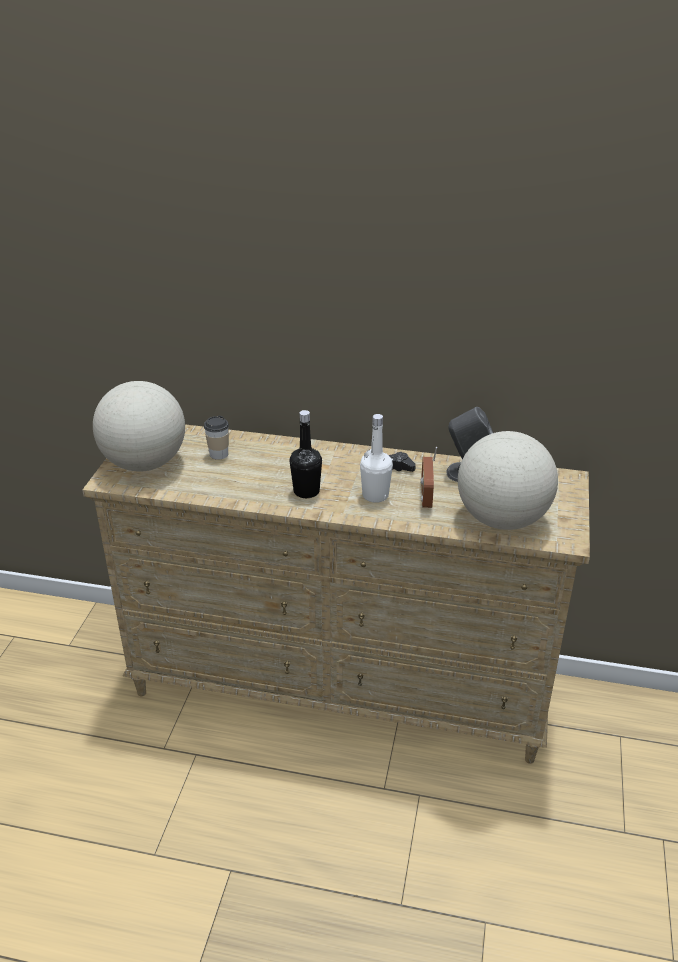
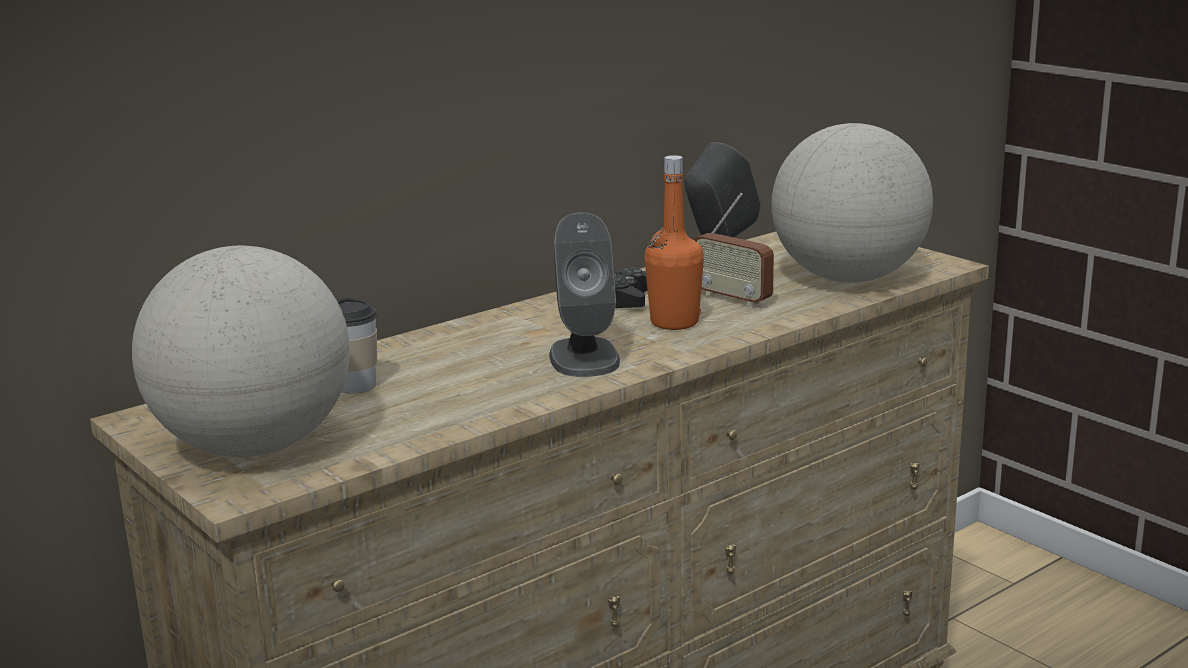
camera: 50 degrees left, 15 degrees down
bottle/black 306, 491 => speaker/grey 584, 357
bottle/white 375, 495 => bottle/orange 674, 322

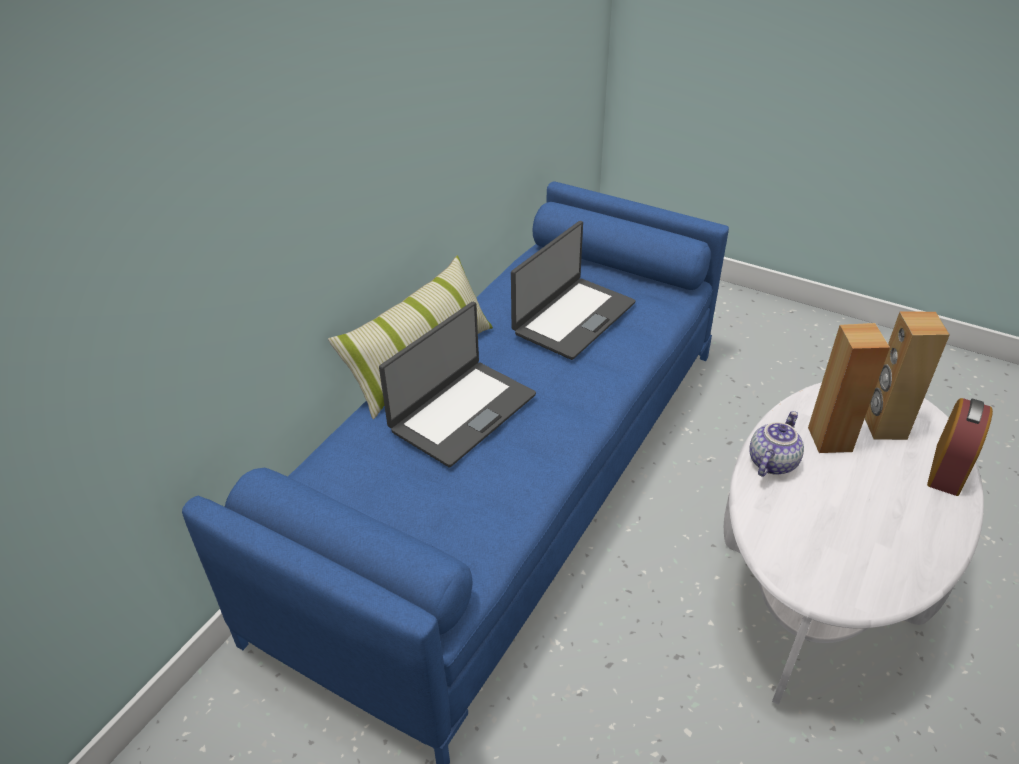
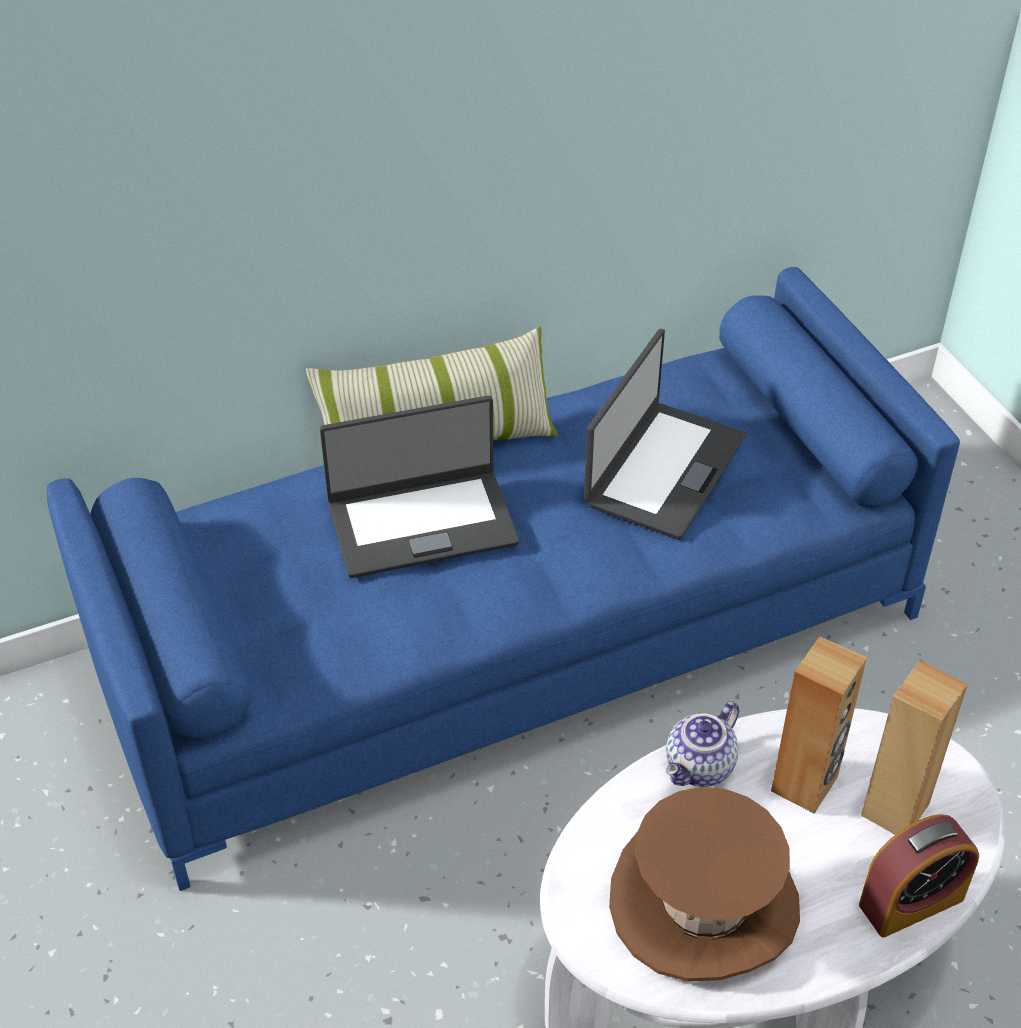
camera: 35 degrees right, 5 degrees up
laptop 572, 317 => laptop 663, 470, 45 degrees counterclockwise
teapot 771, 461 => teapot 700, 768, 150 degrees clockwise
nothing => hat/brown 703, 903

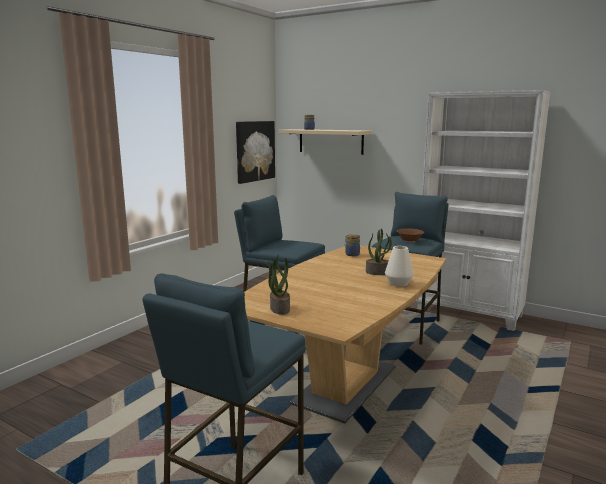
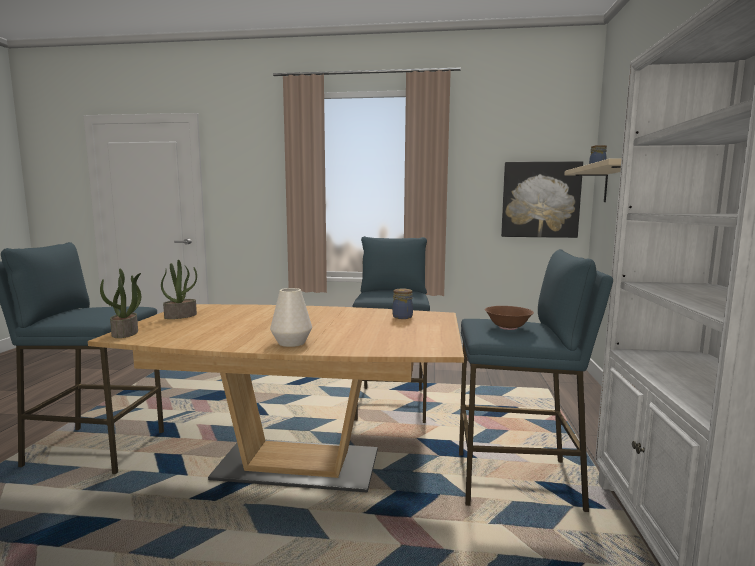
camera: 65 degrees right, 5 degrees down
potted plant 378, 272 => potted plant 125, 333, moved

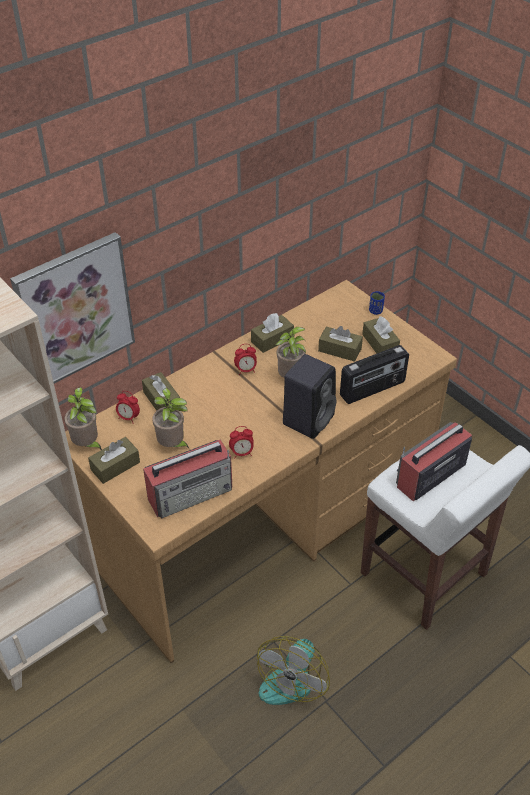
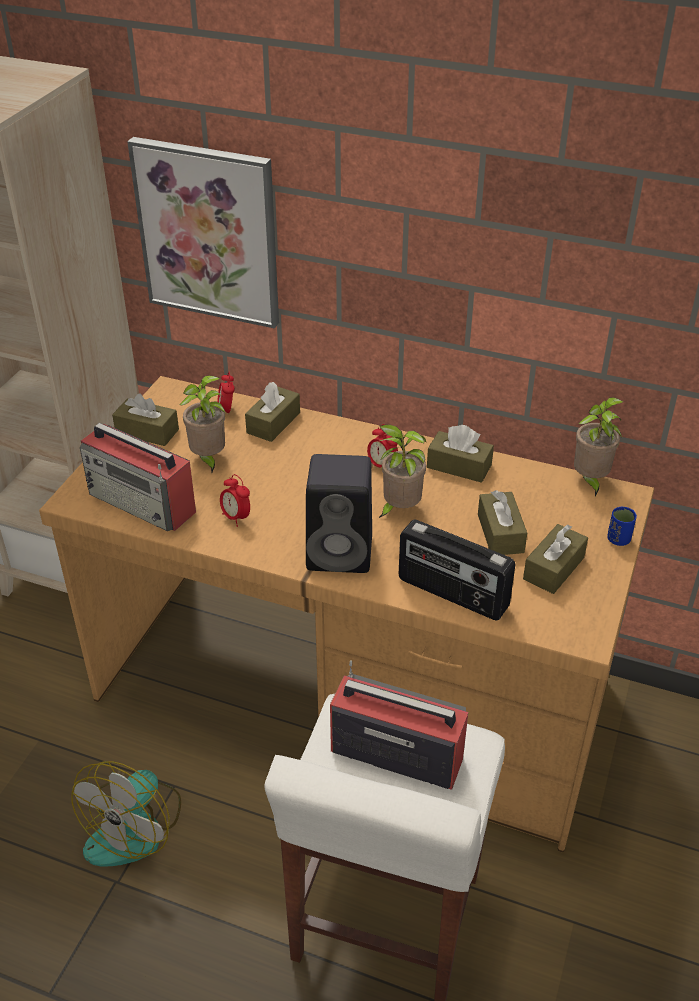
camera: 60 degrees right, 5 degrees down
potted plant 87, 445 => potted plant 590, 481, moved
fan 291, 675 => fan 135, 826, 60 degrees counterclockwise

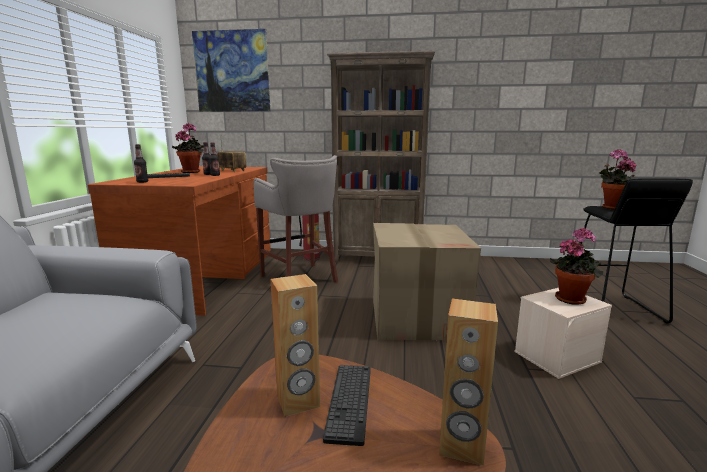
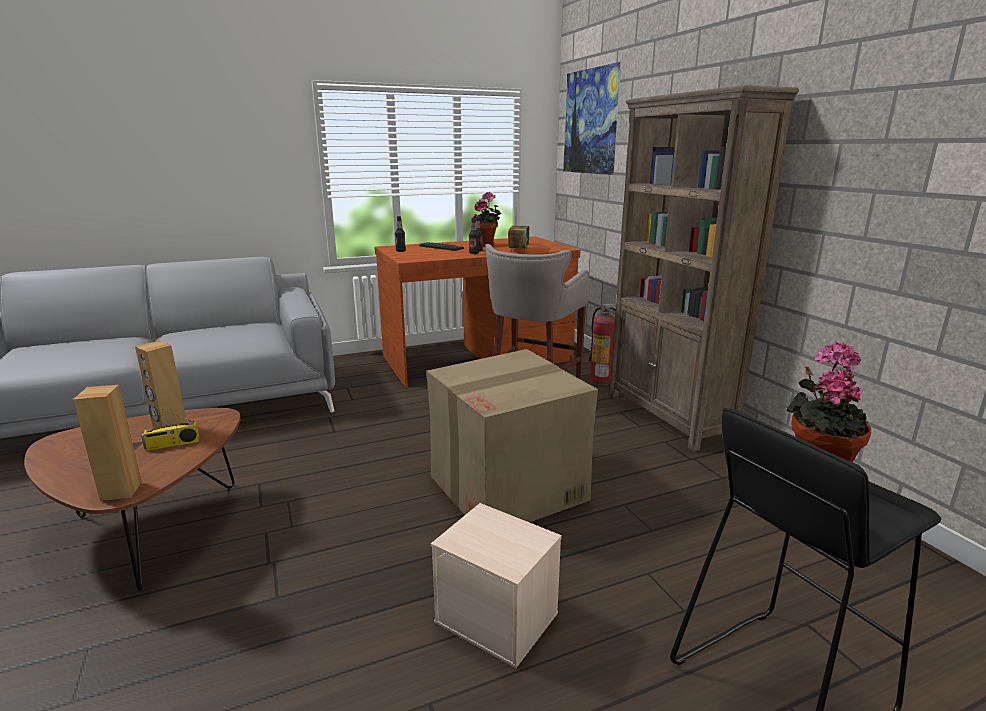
camera: 60 degrees right, 5 degrees up
keyboard 349, 401 => radio 172, 444
potted plant 572, 298 => nothing

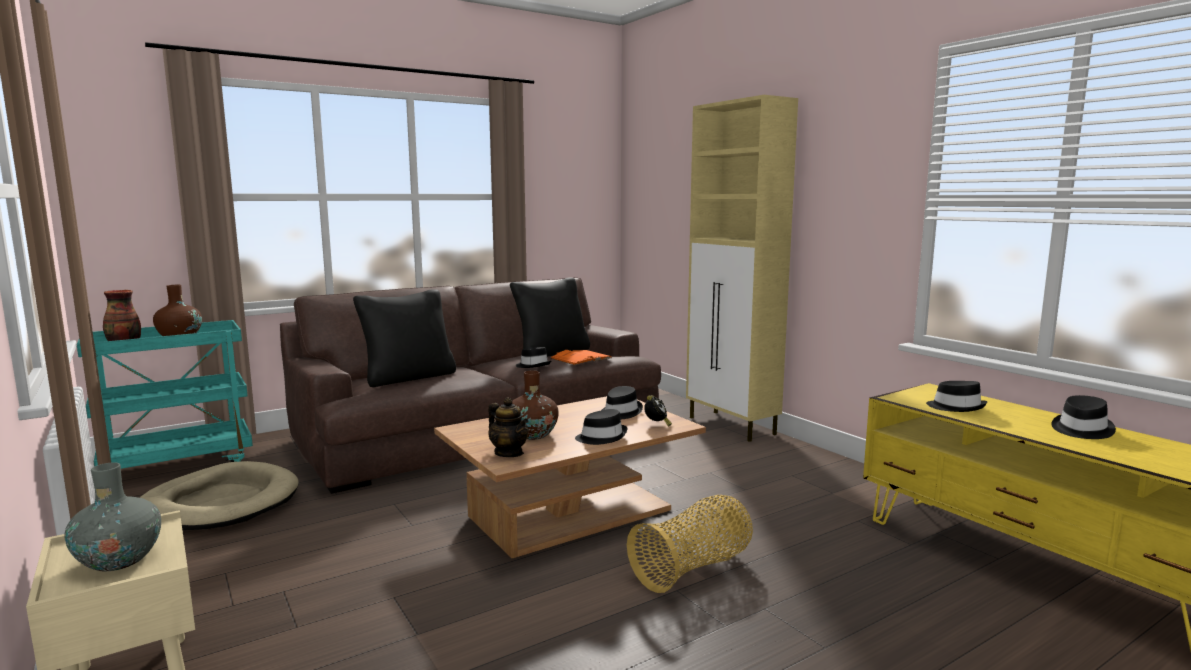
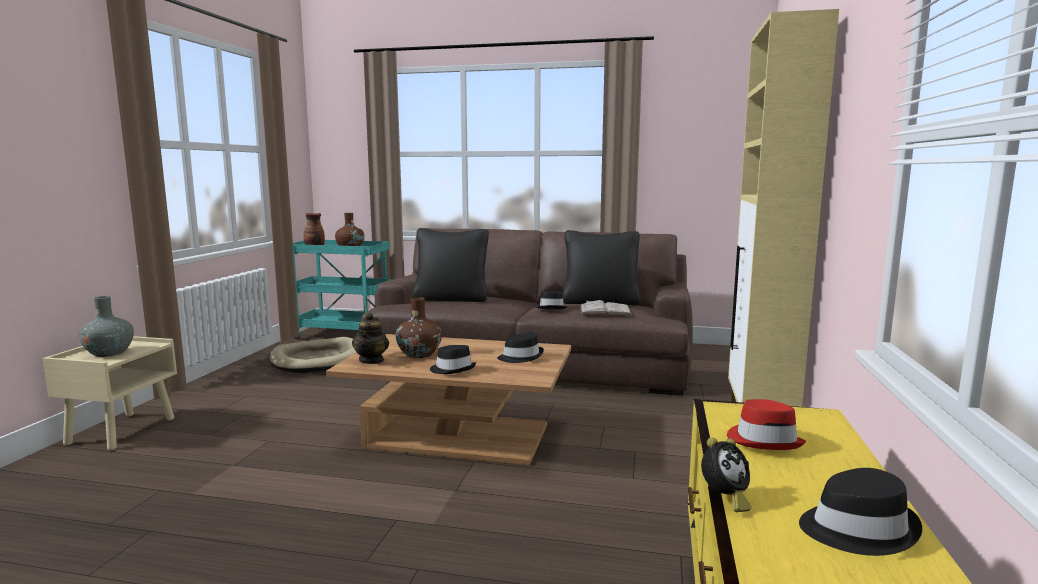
camera: 45 degrees right, 0 degrees up
book/orange 581, 358 => book/white 605, 310
basket 693, 568 => nothing
alarm clock 657, 425 => alarm clock 724, 500, moved
hat/black 956, 407 => hat/red 764, 440

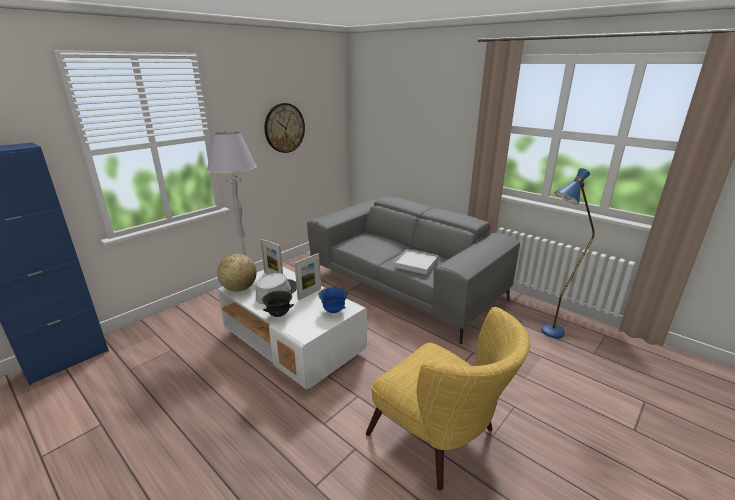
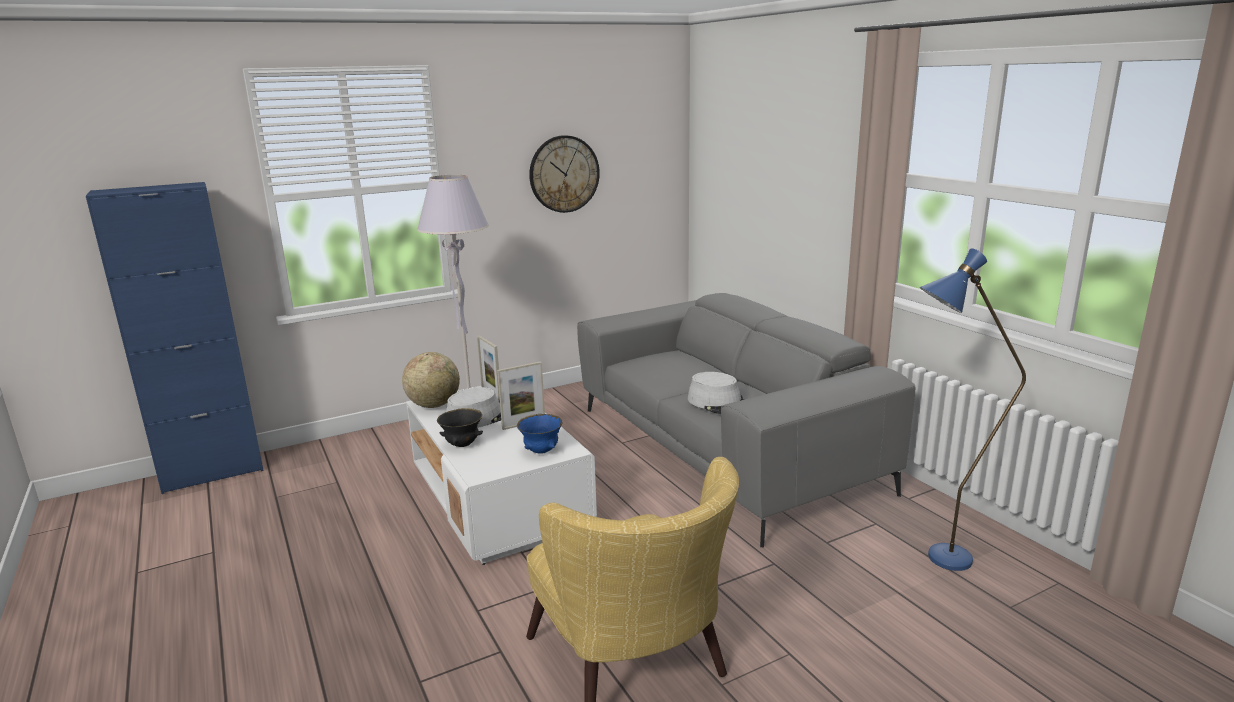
camera: 20 degrees right, 5 degrees down
tray/white 415, 263 => hat/grey 719, 402

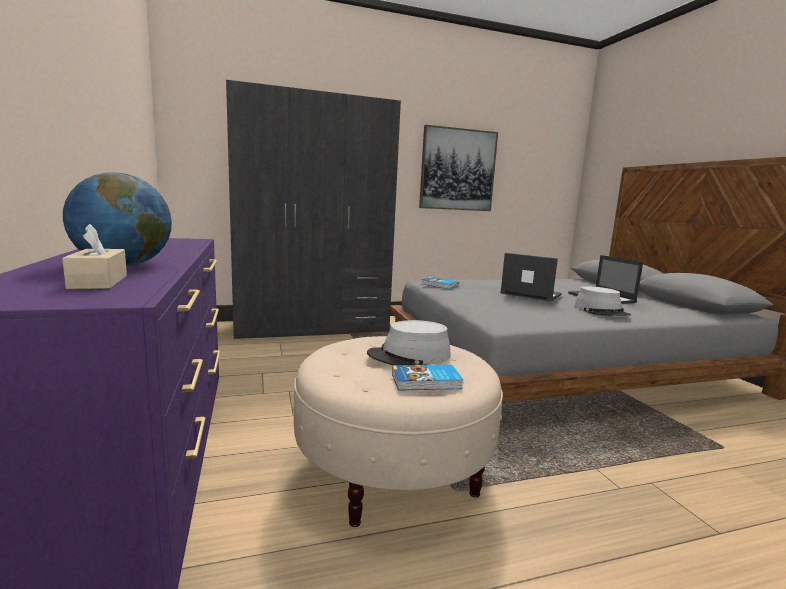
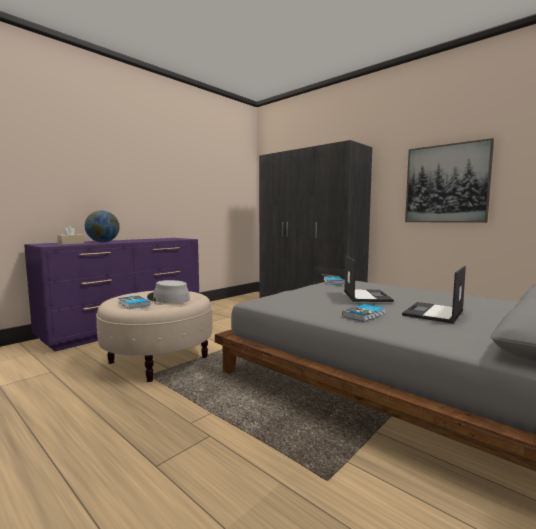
camera: 60 degrees right, 5 degrees down
hat/grey 601, 311 => book 365, 315

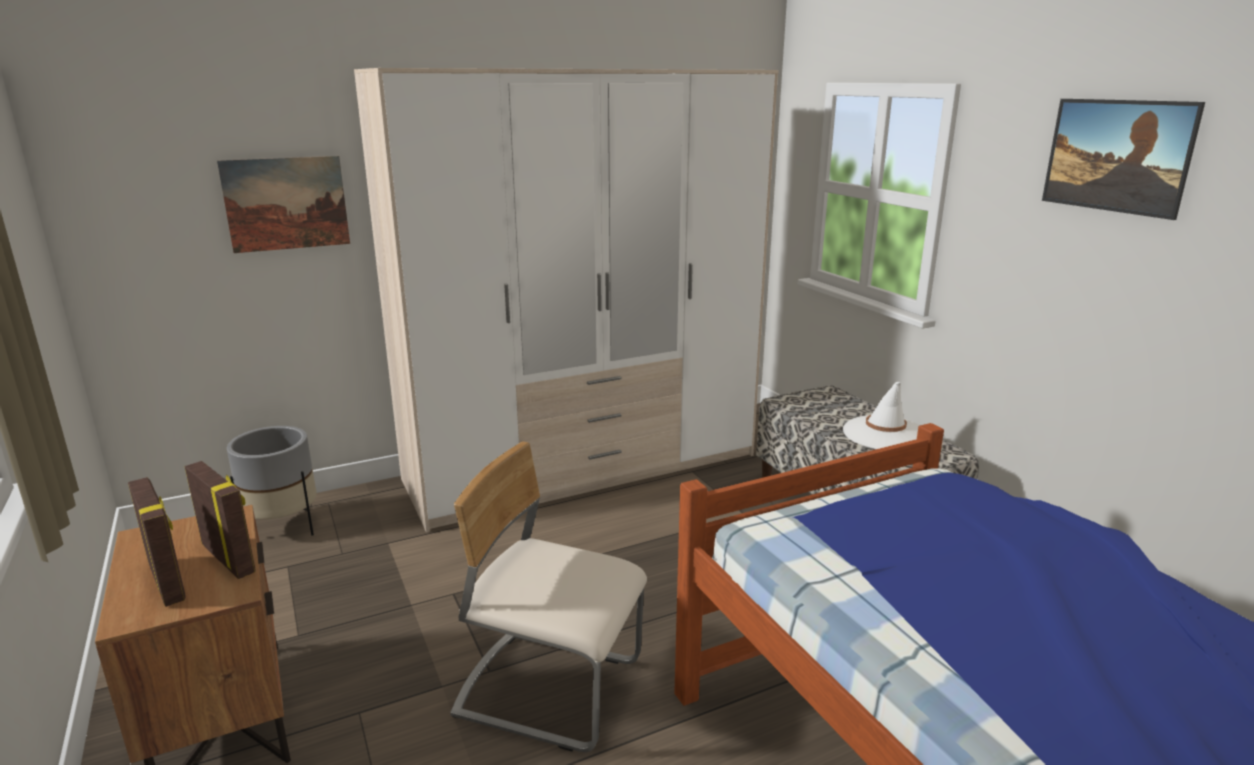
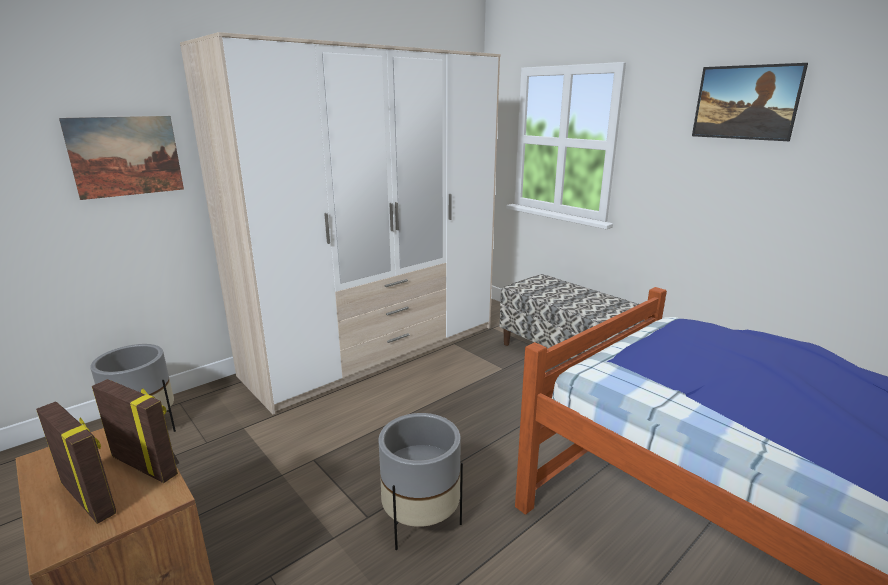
camera: 15 degrees left, 0 degrees up
chair/beige 550, 689 => planter/grey 421, 522
hat/white 884, 434 => nothing

